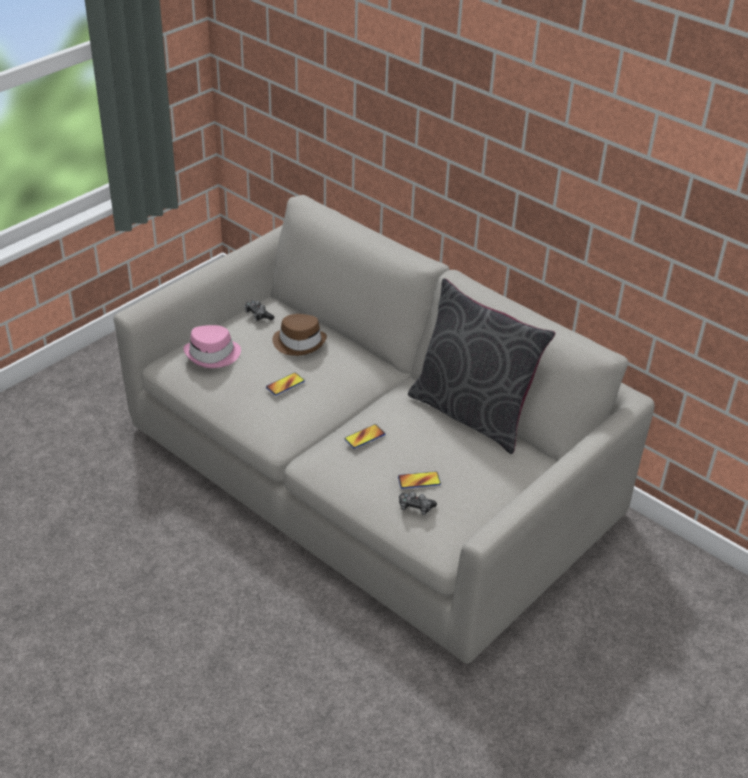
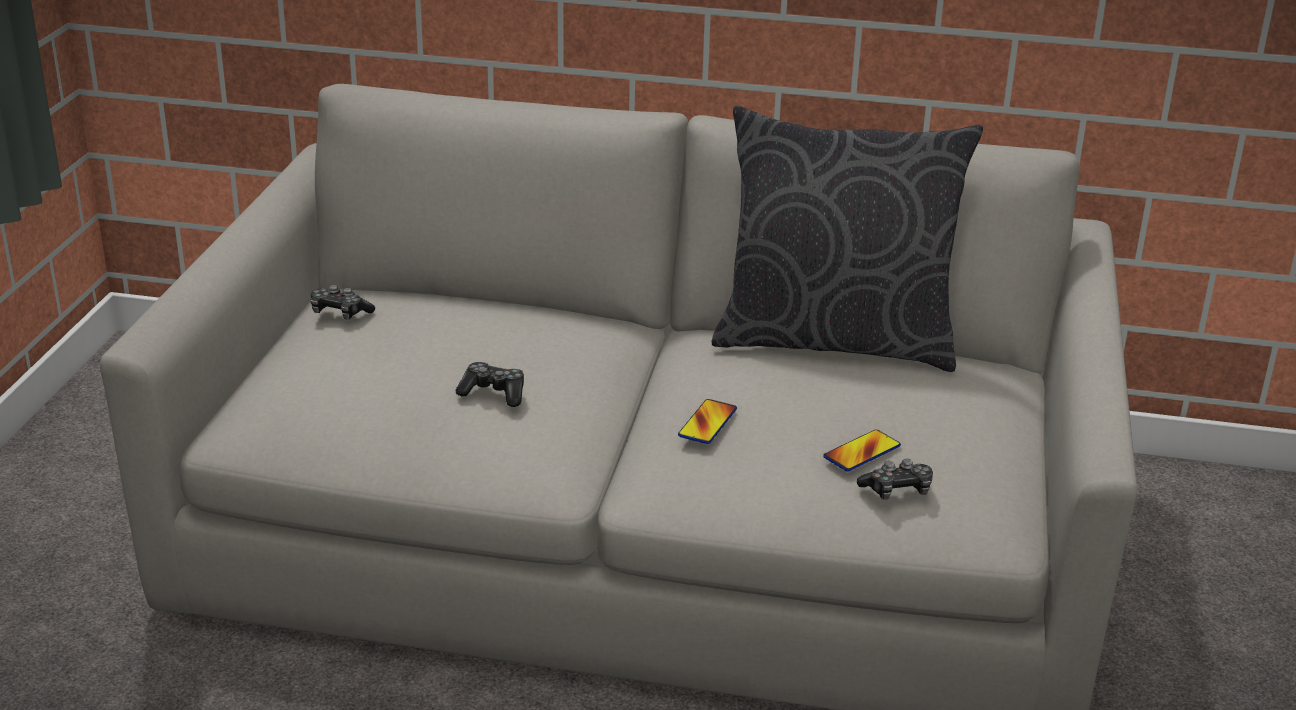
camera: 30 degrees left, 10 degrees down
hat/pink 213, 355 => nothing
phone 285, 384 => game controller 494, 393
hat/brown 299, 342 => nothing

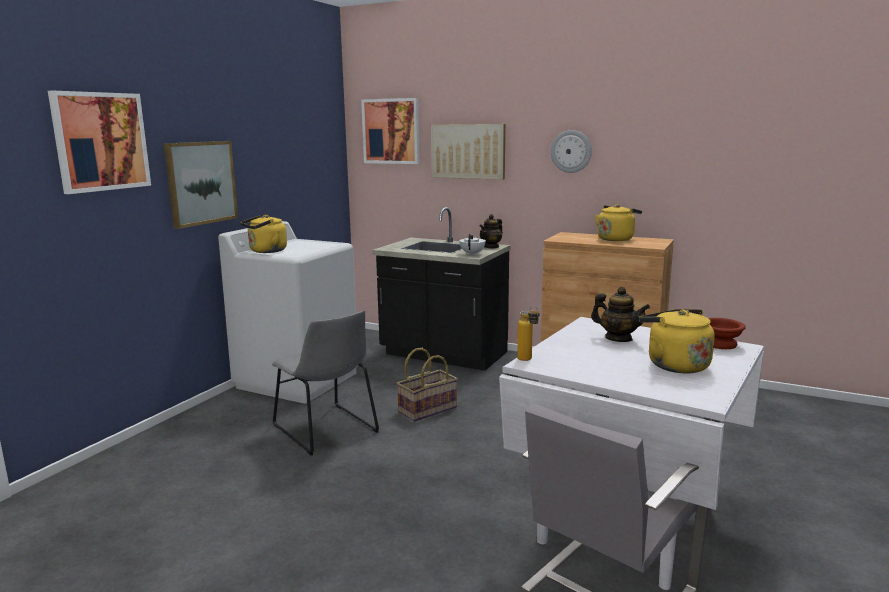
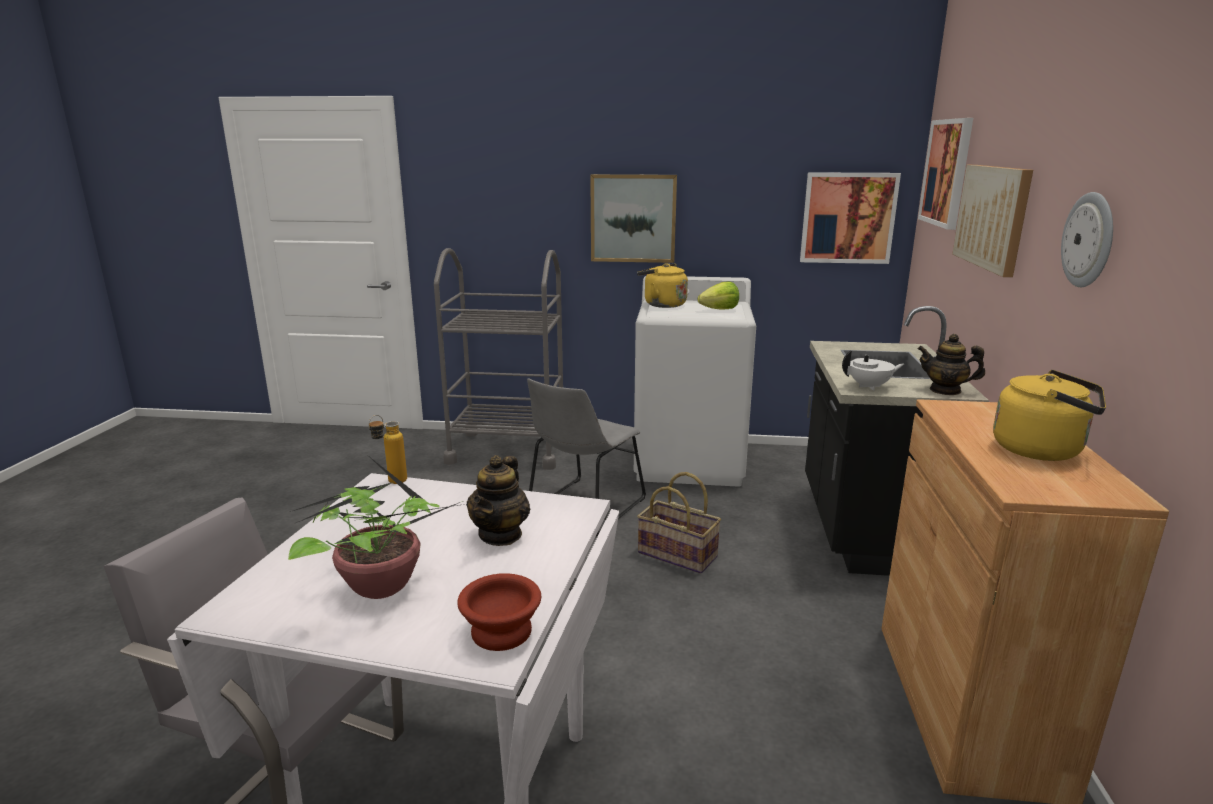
camera: 70 degrees right, 5 degrees up
picture 101, 141 => picture 848, 218, moved
kettle/yellow 674, 365 => potted plant 381, 585
nothing => cart/grey 508, 450
nothing => lettuce 720, 309

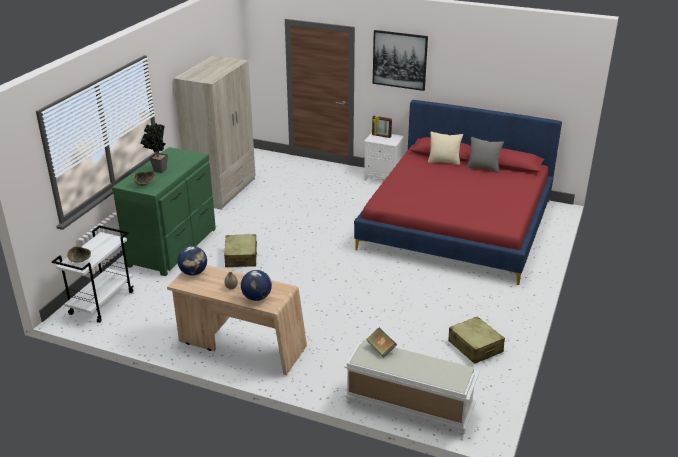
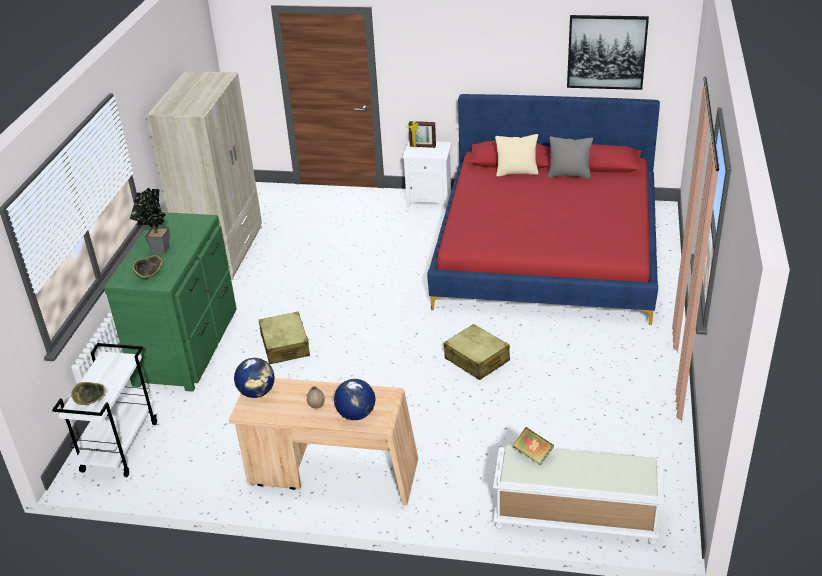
camera: 10 degrees left, 5 degrees up
picture 399, 60 => picture 606, 52, moved
suitcase/beige 475, 347 => suitcase/beige 477, 360, moved

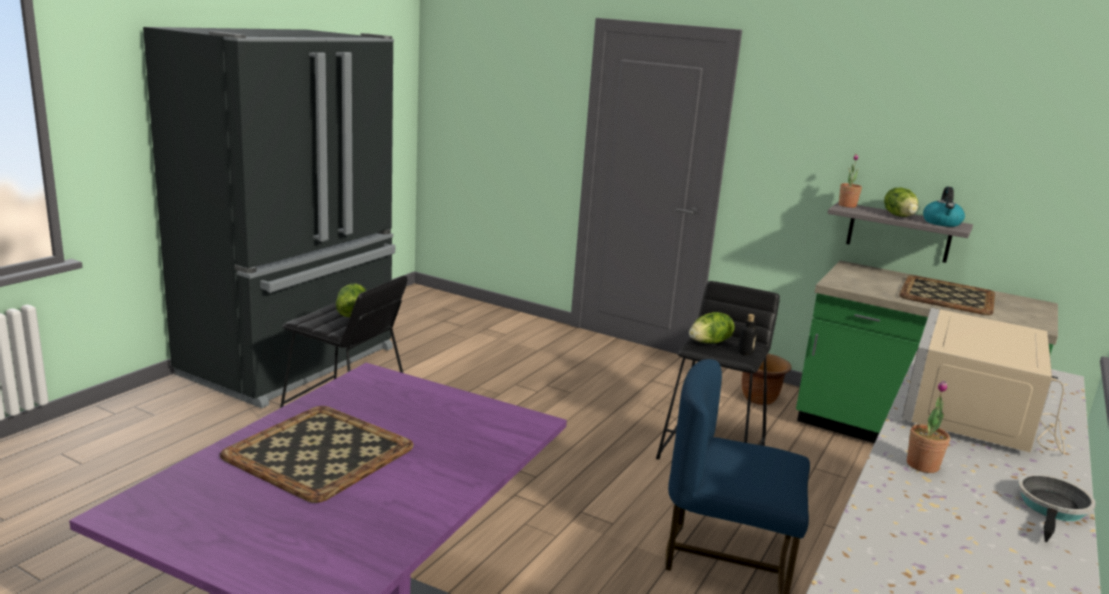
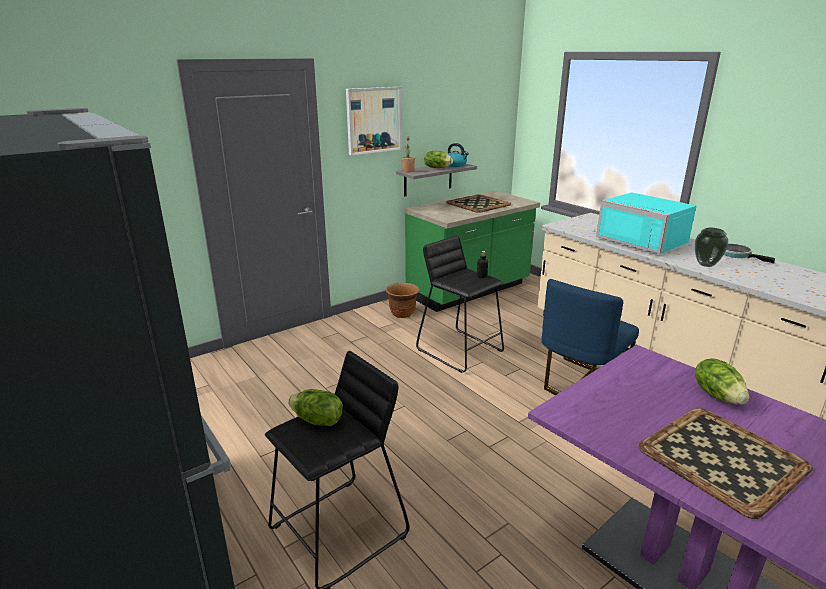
camera: 65 degrees left, 5 degrees up
lettuce 710, 342 => lettuce 718, 395, moved
microwave/beige 980, 417 => microwave/turquoise 644, 241
potted plant 922, 465 => vase 705, 265
nothing => picture 373, 120

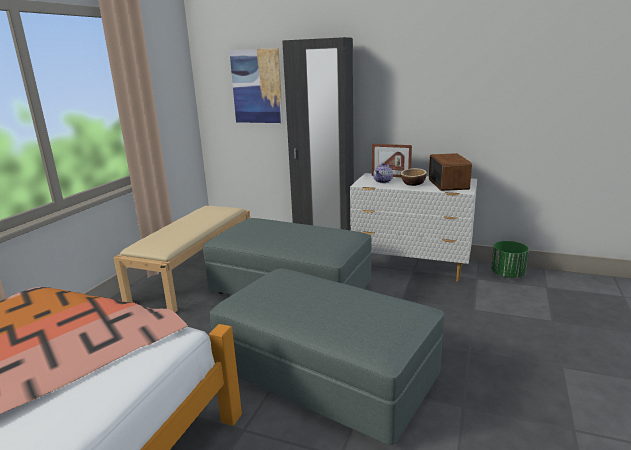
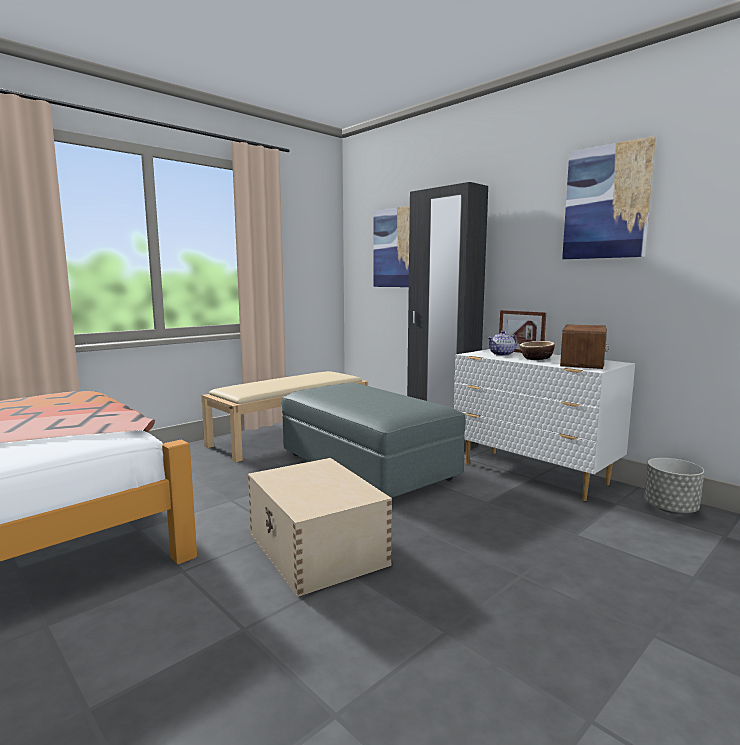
camera: 25 degrees right, 10 degrees down
ottoman/grey 326, 375 => storage box/beige 316, 549
planter/green 508, 274 => planter/grey 671, 509
nothing => picture 606, 202

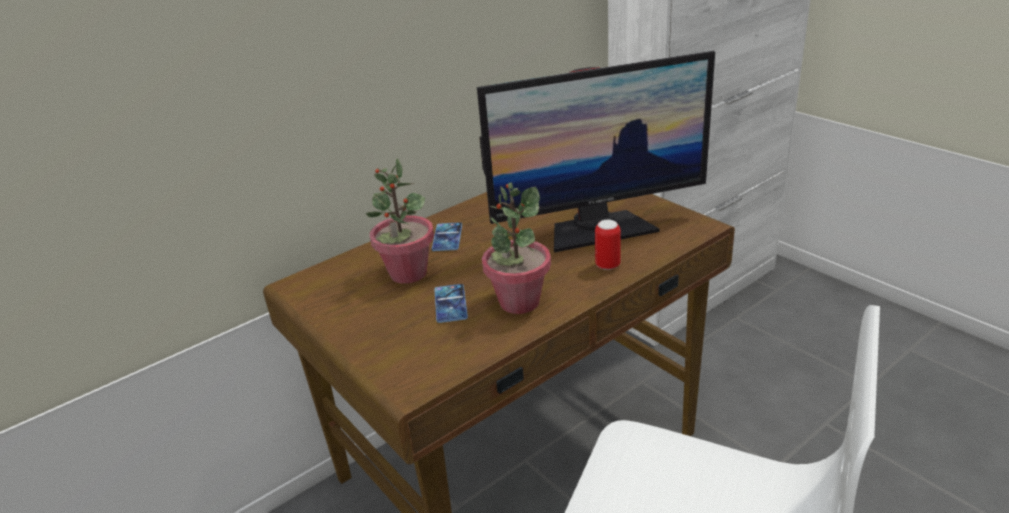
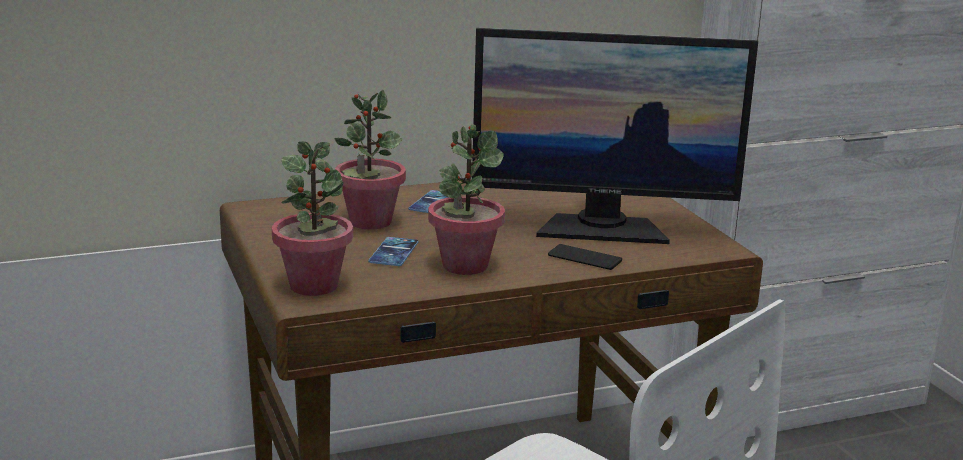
camera: 15 degrees right, 10 degrees down
can 607, 265 => phone 584, 258
nothing => potted plant 314, 285

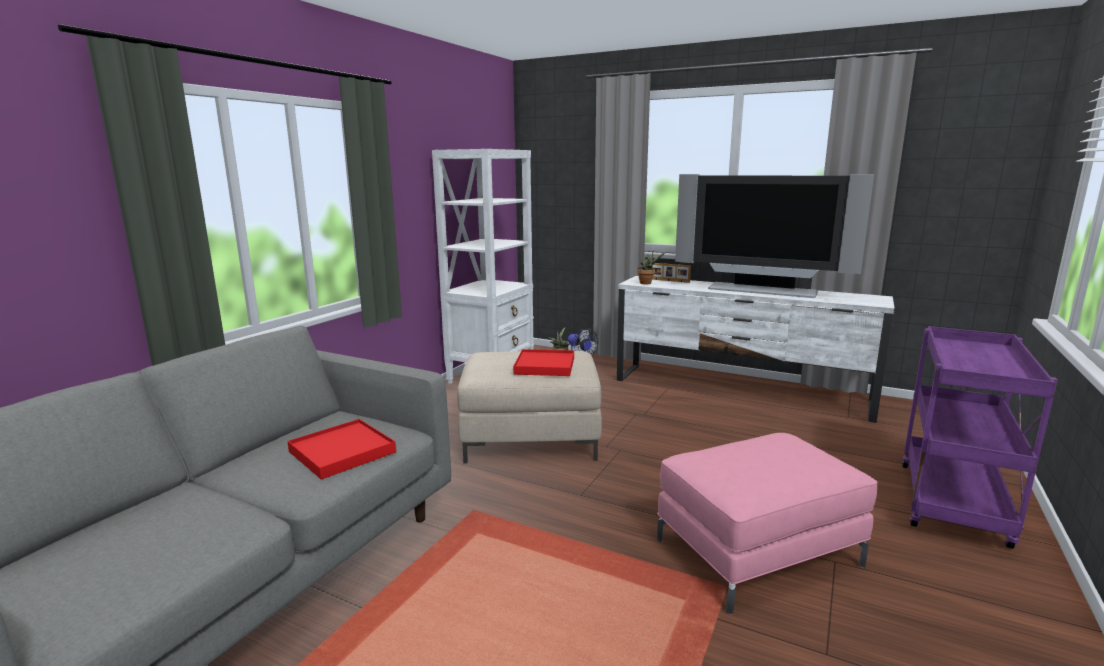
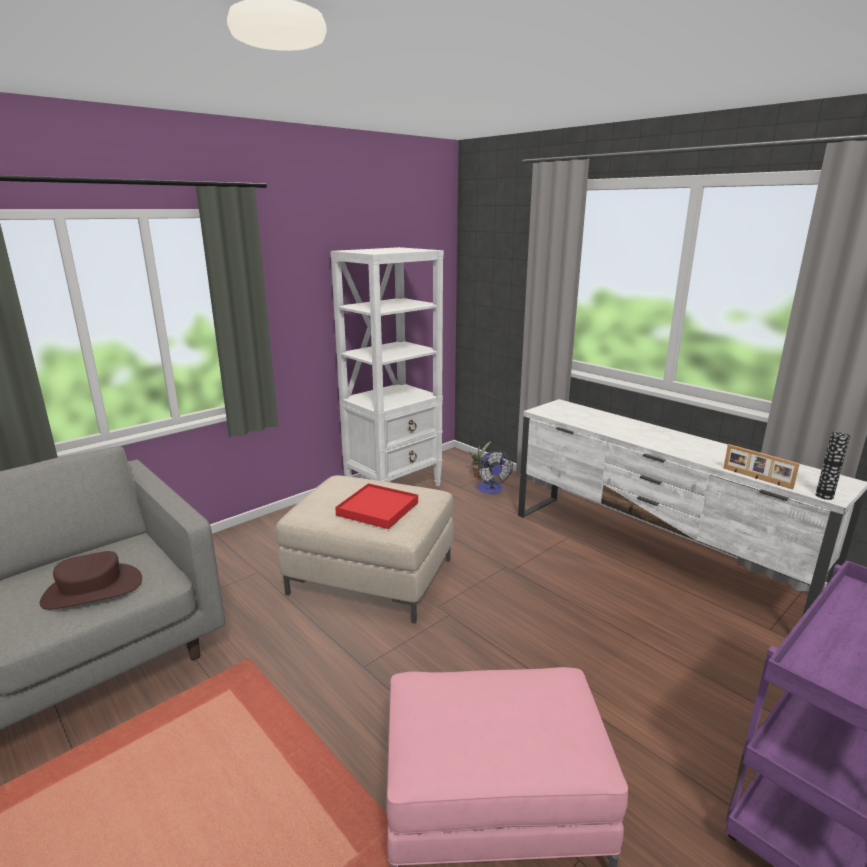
camera: 20 degrees right, 5 degrees up
tray/red 342, 452 => hat/brown 92, 590
potted plant 647, 283 => nothing
picture frame 668, 280 => picture frame 756, 478, moved
television 761, 290 => nothing
nothing => vase 824, 496

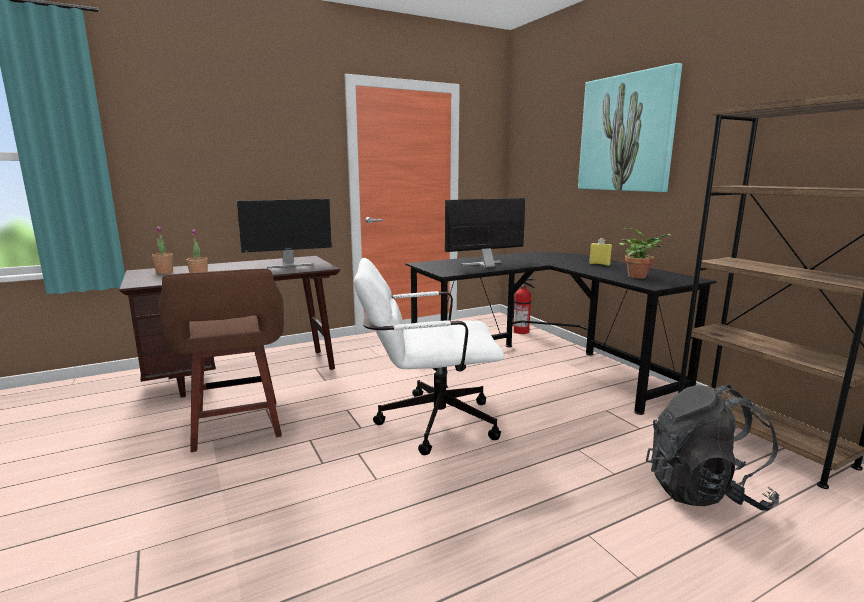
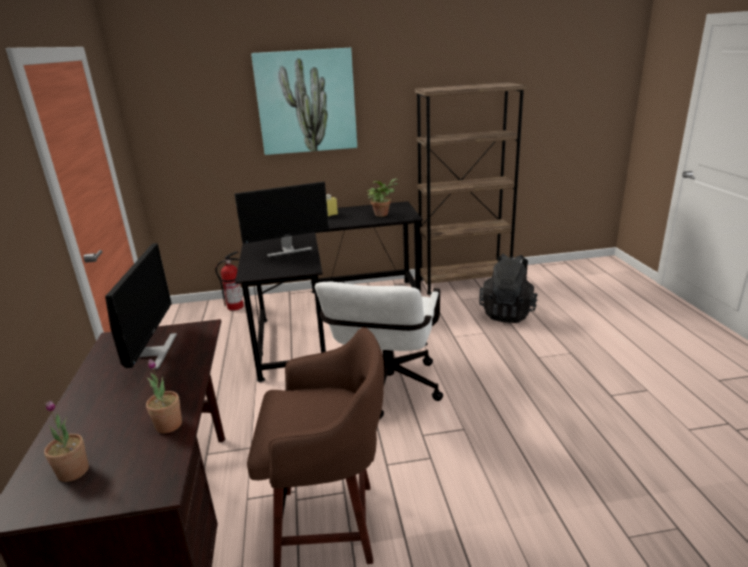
camera: 70 degrees left, 10 degrees up
monitor 485, 265 => monitor 288, 250, 105 degrees counterclockwise

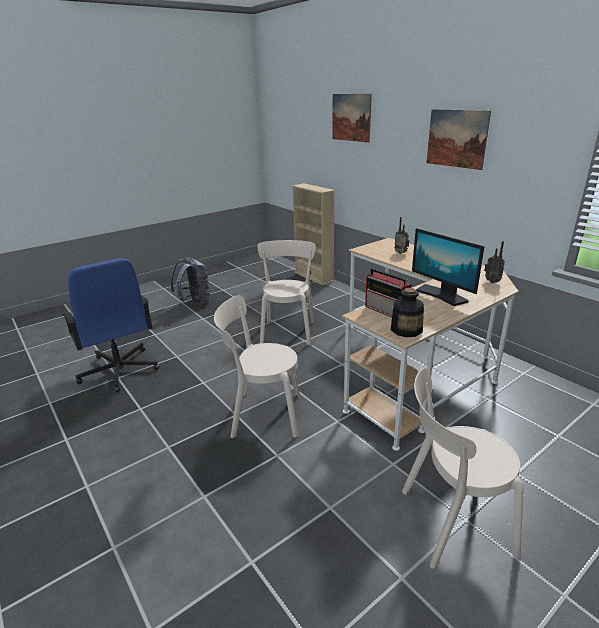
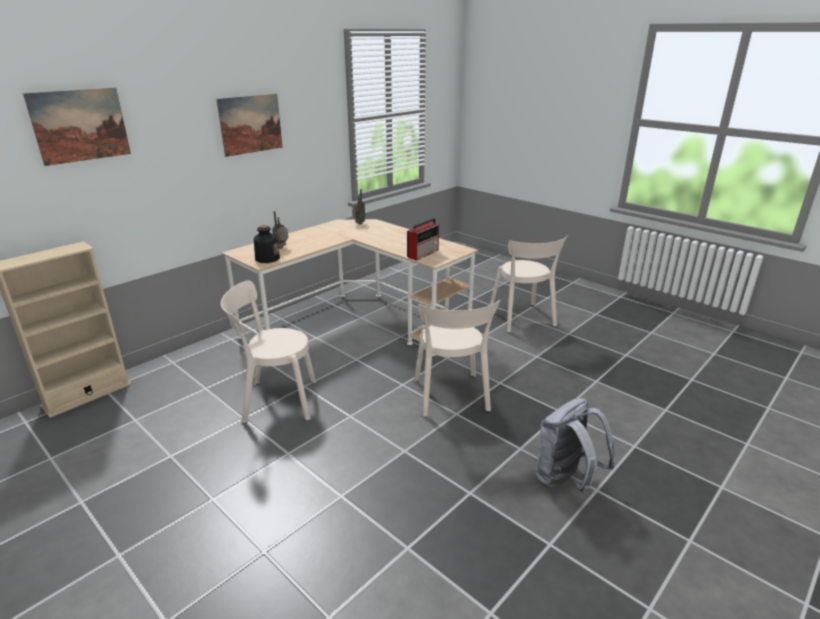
camera: 100 degrees left, 0 degrees up
office chair/blue 119, 371 => nothing
backpack/grey 195, 303 => backpack/grey 565, 481, moved
bottle 406, 329 => bottle 267, 258, moved
monitor 441, 295 => nothing

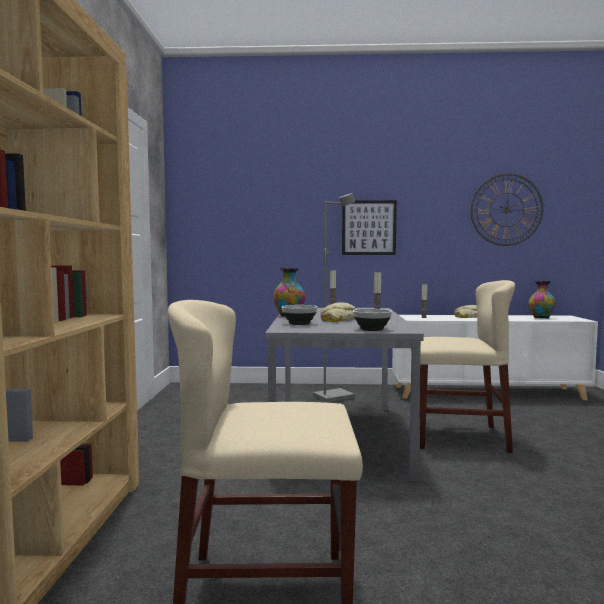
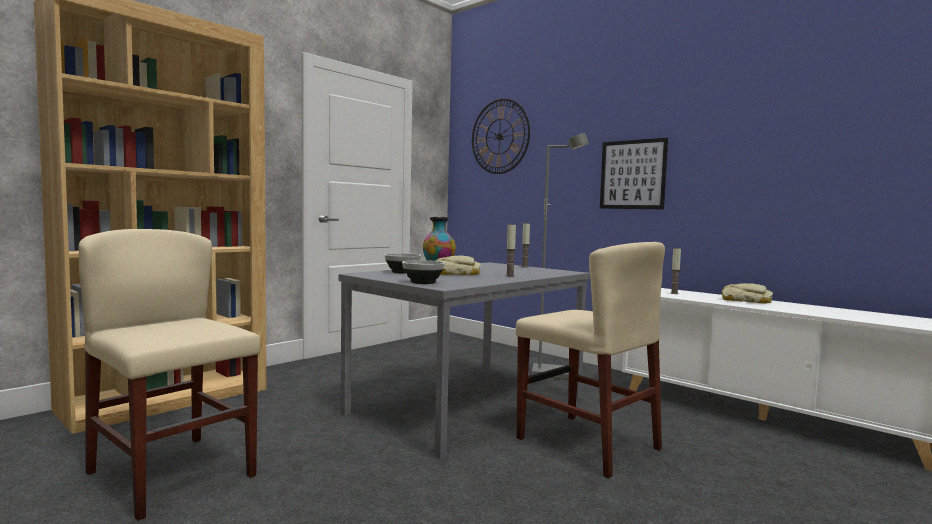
camera: 40 degrees right, 0 degrees up
wall clock 506, 209 => wall clock 499, 136, moved
vase 541, 318 => nothing

